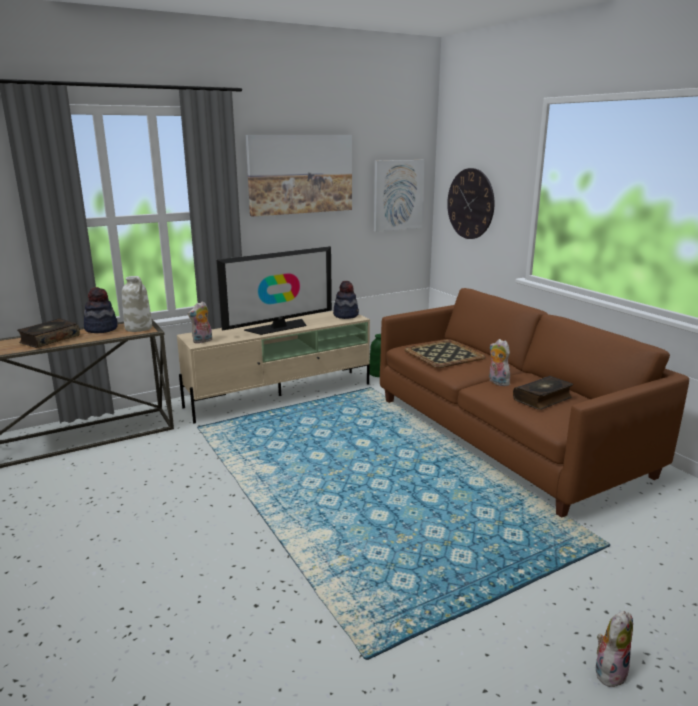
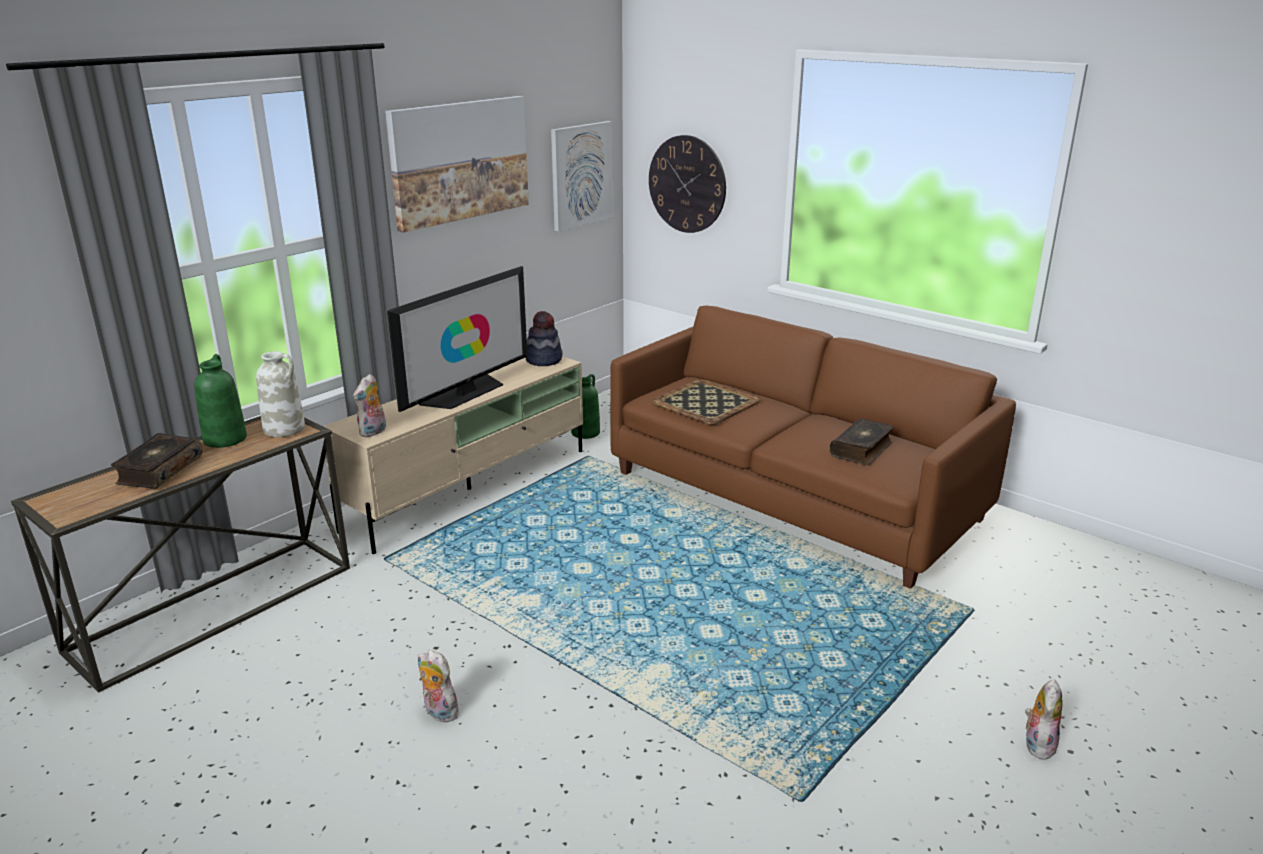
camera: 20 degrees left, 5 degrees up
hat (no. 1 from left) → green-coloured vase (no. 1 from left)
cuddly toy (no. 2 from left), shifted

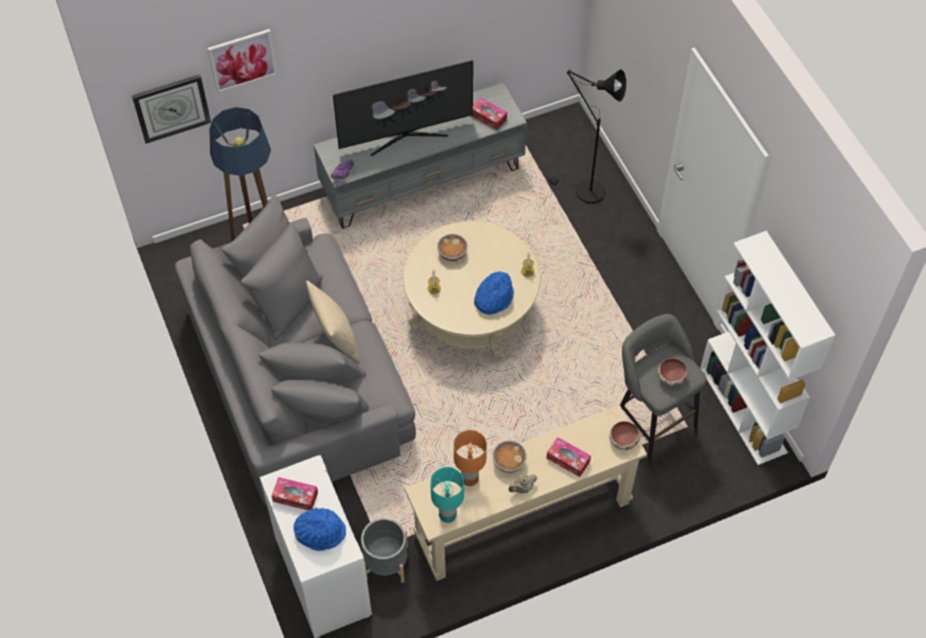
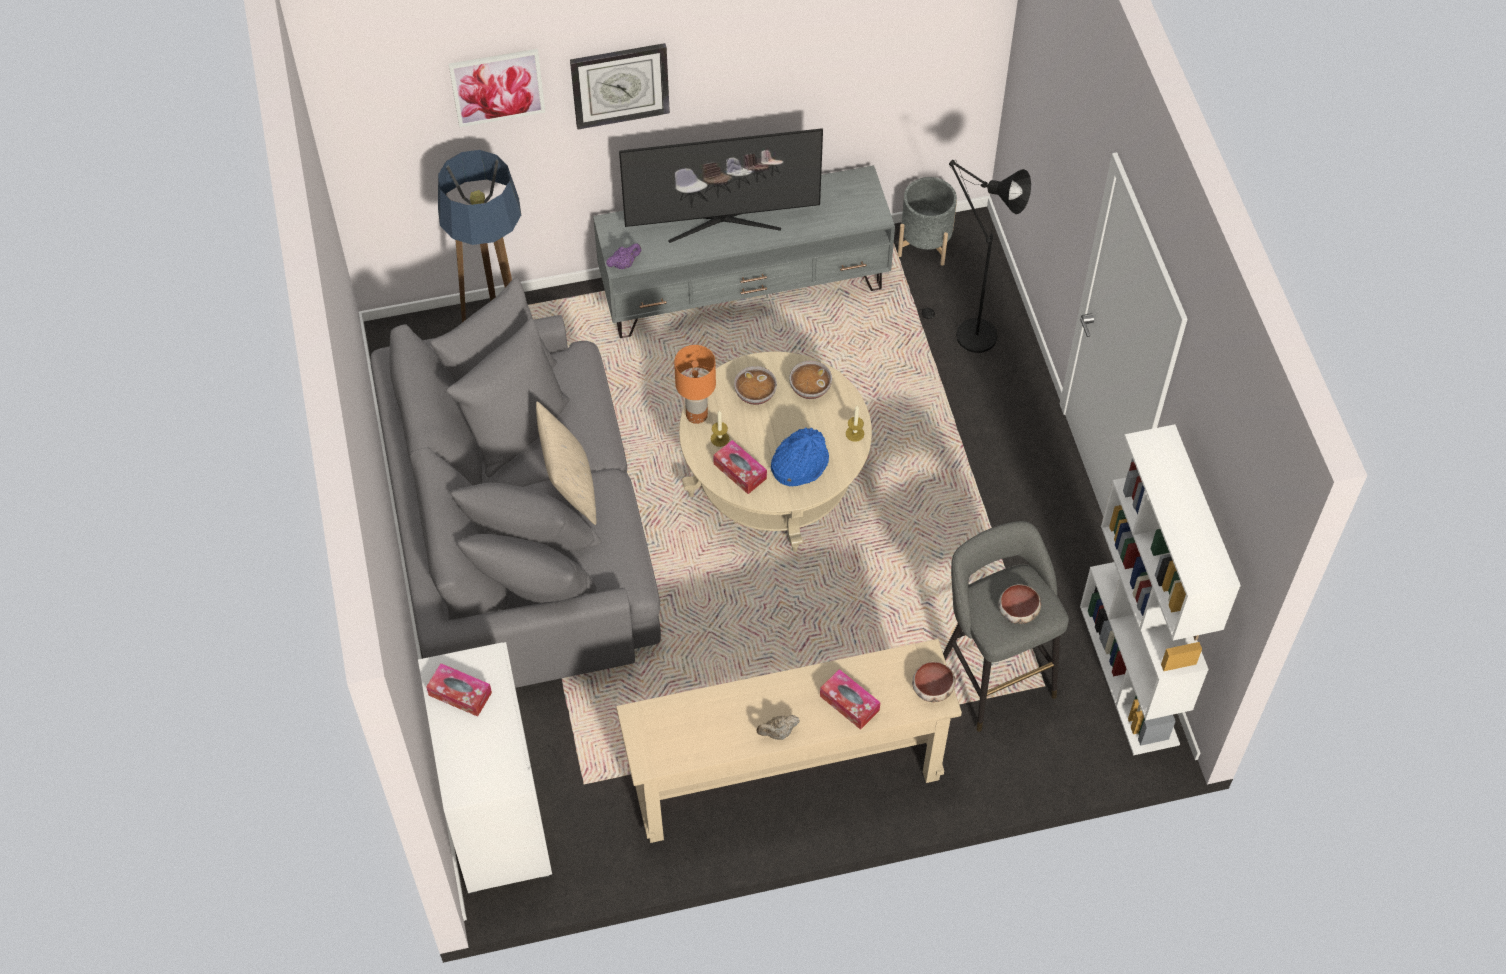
camera: 10 degrees right, 0 degrees up
wall clock, shifted
blue hat (no. 1 from left) → -
gray plant pot, shifted
turquoise lamp for a table → -
orangey lamp for a table, shifted
tissue box (no. 2 from left), shifted
serving bowl (no. 2 from left), shifted

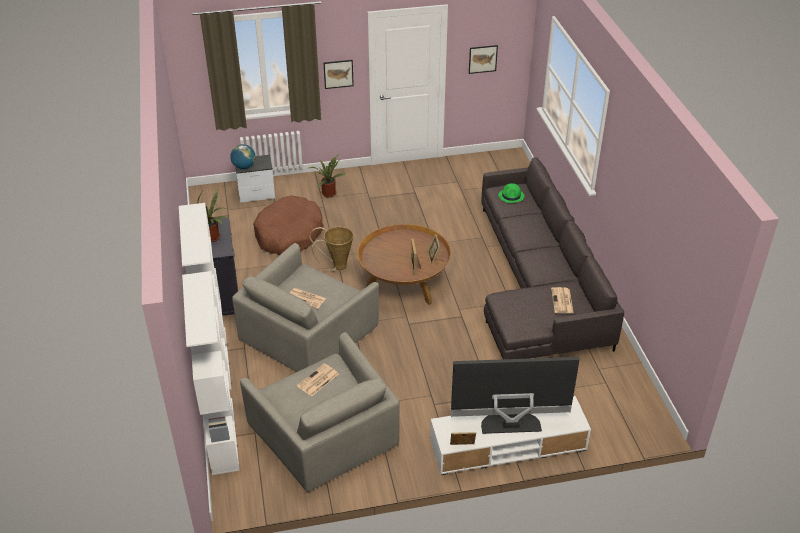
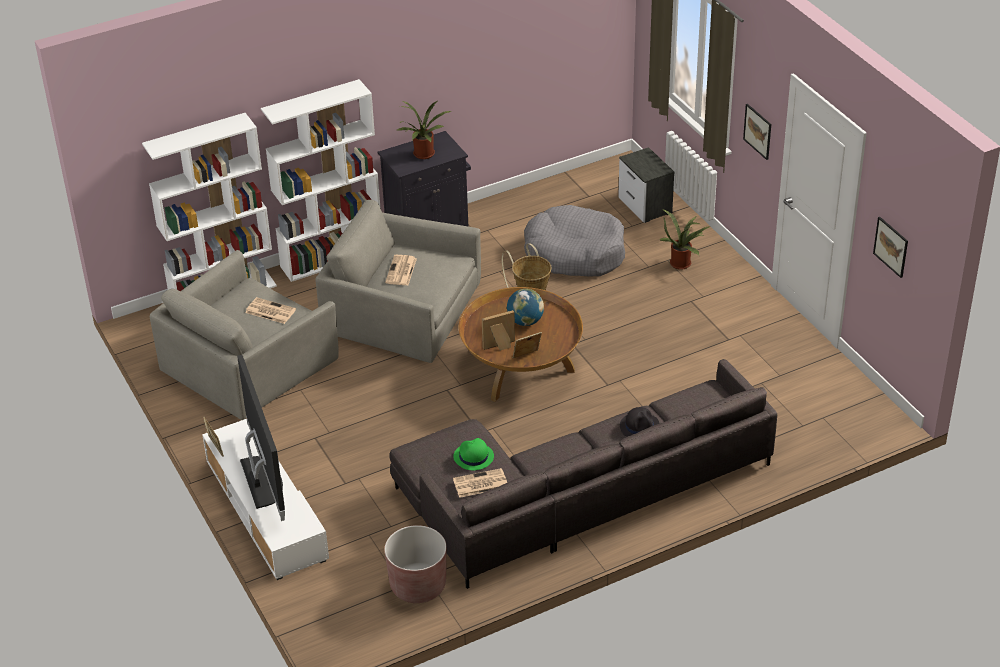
camera: 75 degrees right, 0 degrees up
desk globe, shifted
brownish pet bed → gray pet bed
green-coloured hat, shifted
- → brownish plant pot
- → blackish hat

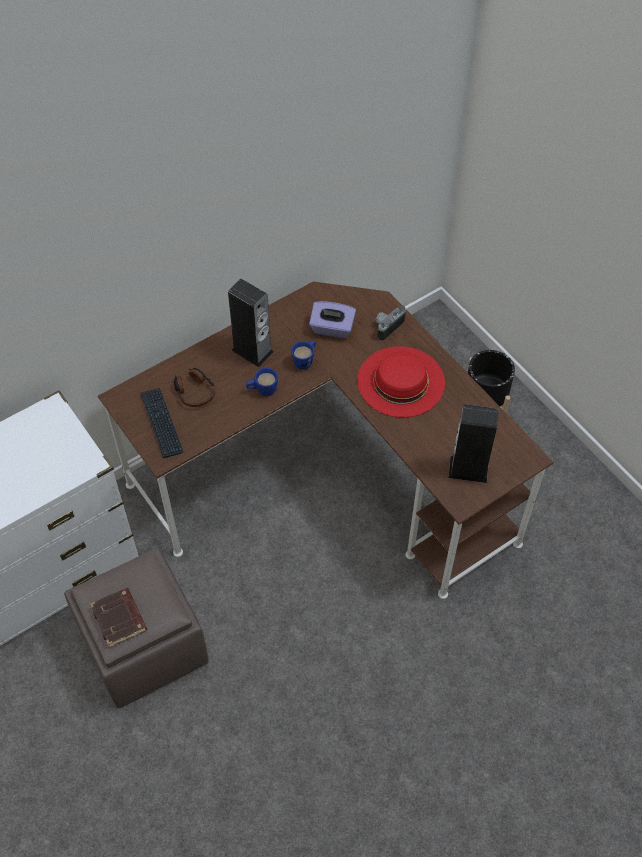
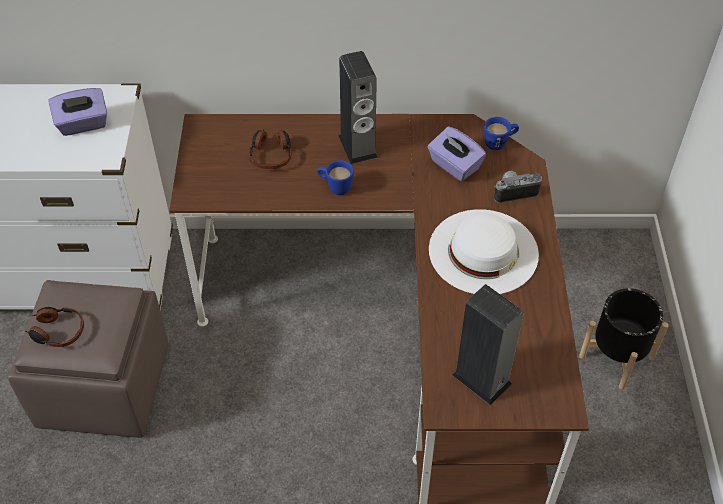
camera: 35 degrees right, 5 degrees down
brownish volume → pair of headphones (no. 1 from left)
computer keyboard → -
blue tea mug (no. 2 from left), shifted
red-coloured hat → white-coloured hat
- → purplish tissue box (no. 1 from left)

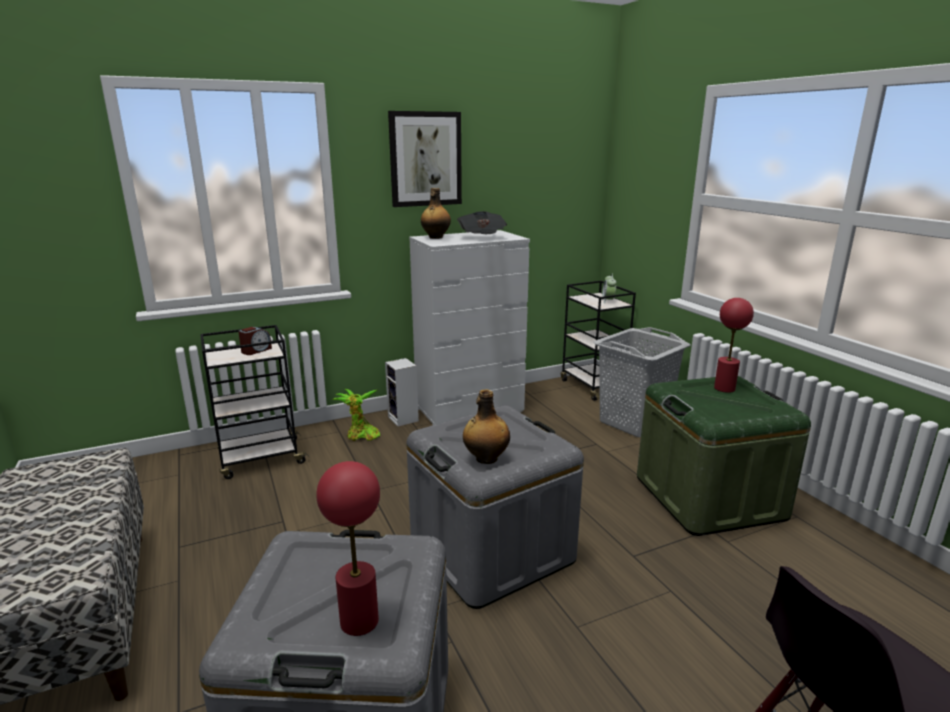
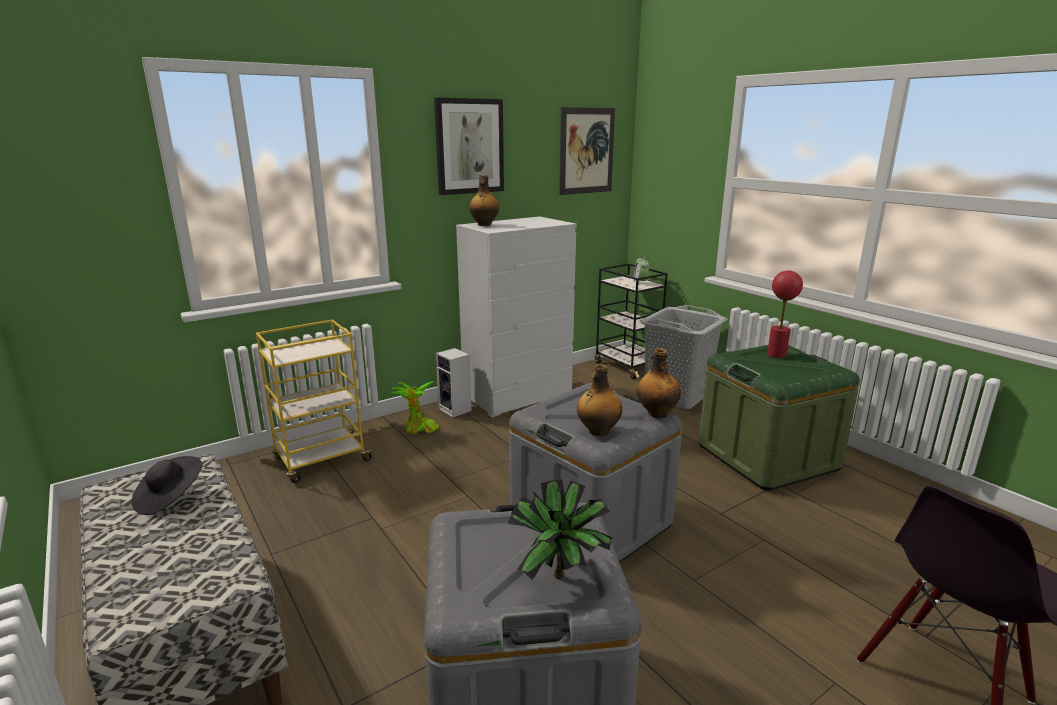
camera: 10 degrees left, 0 degrees up
blackish wheeled cart (no. 1 from left) → yellow-coloured wheeled cart
table clock (no. 1 from left) → -
red-coloured lamp for a table (no. 1 from left) → plant in a pot (no. 2 from left)
printed paper → -
- → blackish hat
- → wall picture (no. 2 from left)
- → drink bottle (no. 3 from left)

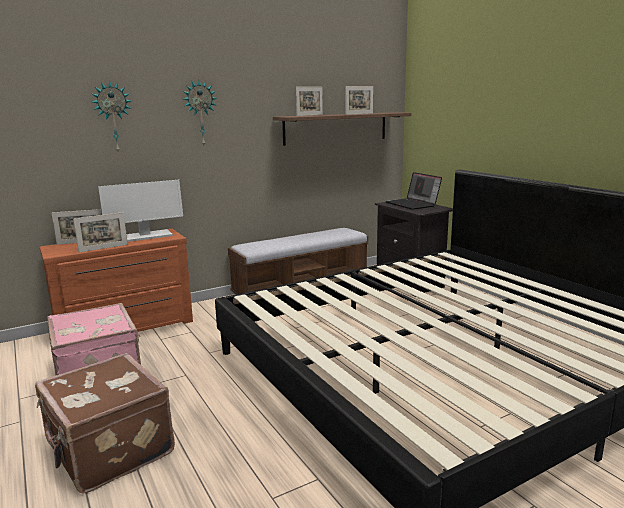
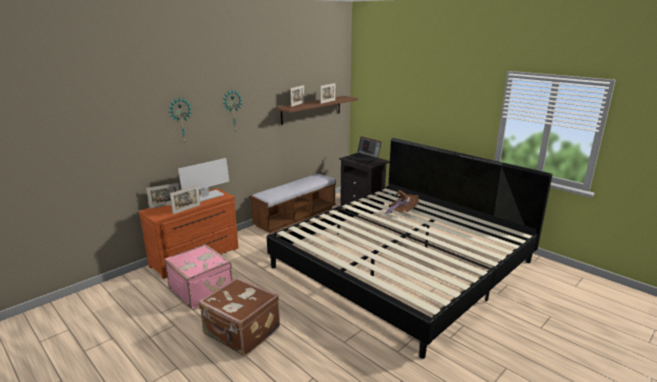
camera: 15 degrees left, 5 degrees up
- → brownish hat

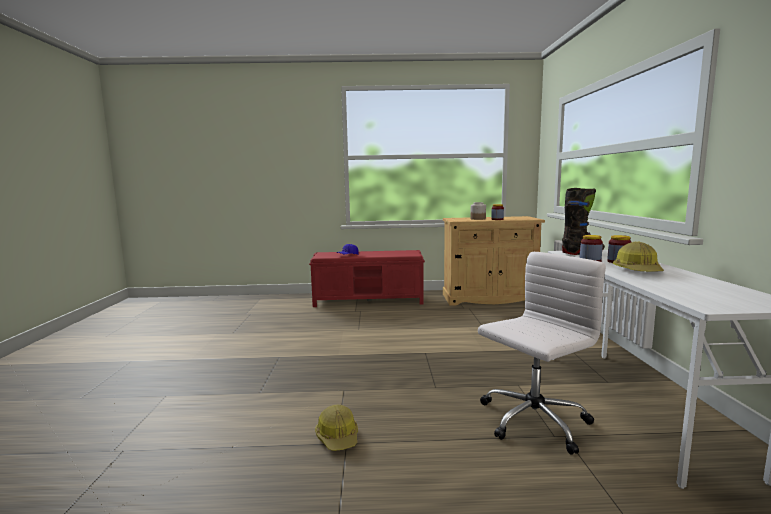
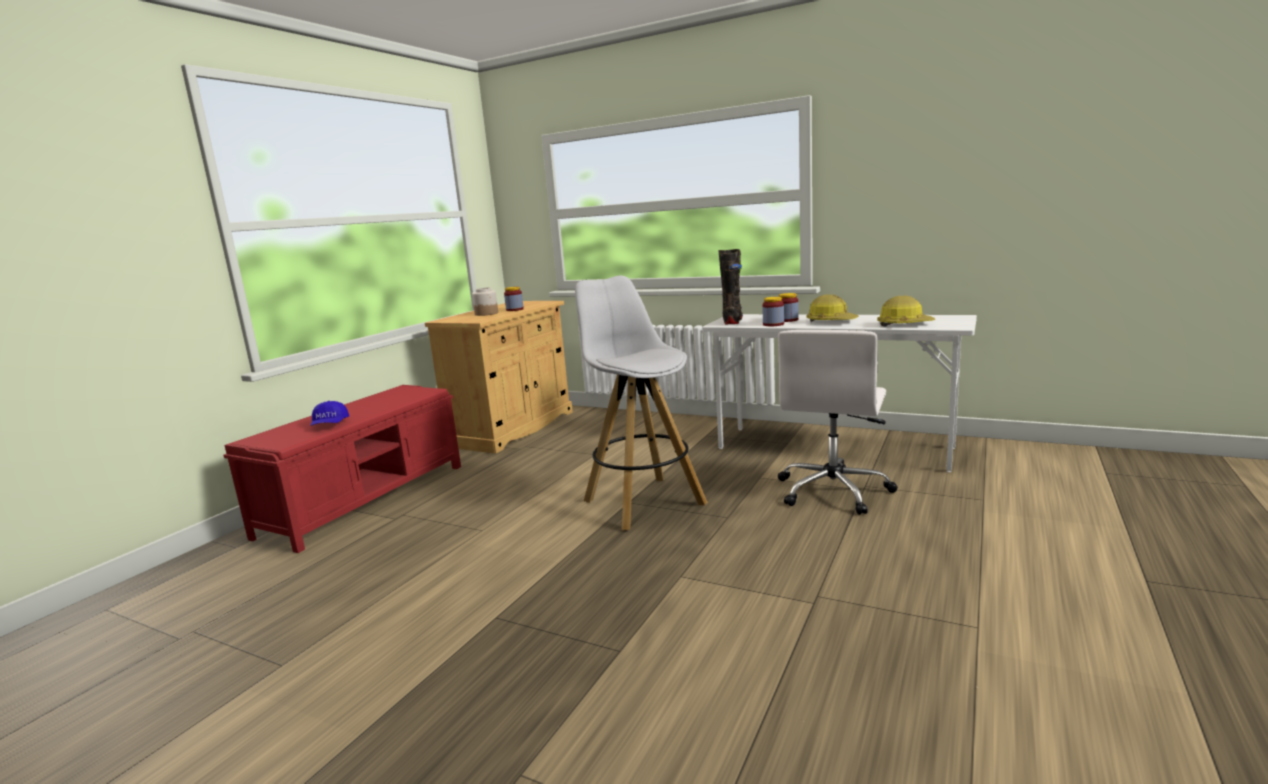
camera: 60 degrees left, 5 degrees up
safety helmet (no. 1 from left in the first image) → safety helmet (no. 2 from left), shifted
white-coloured desk chair, 150 degrees counterclockwise
- → white-coloured stool seat

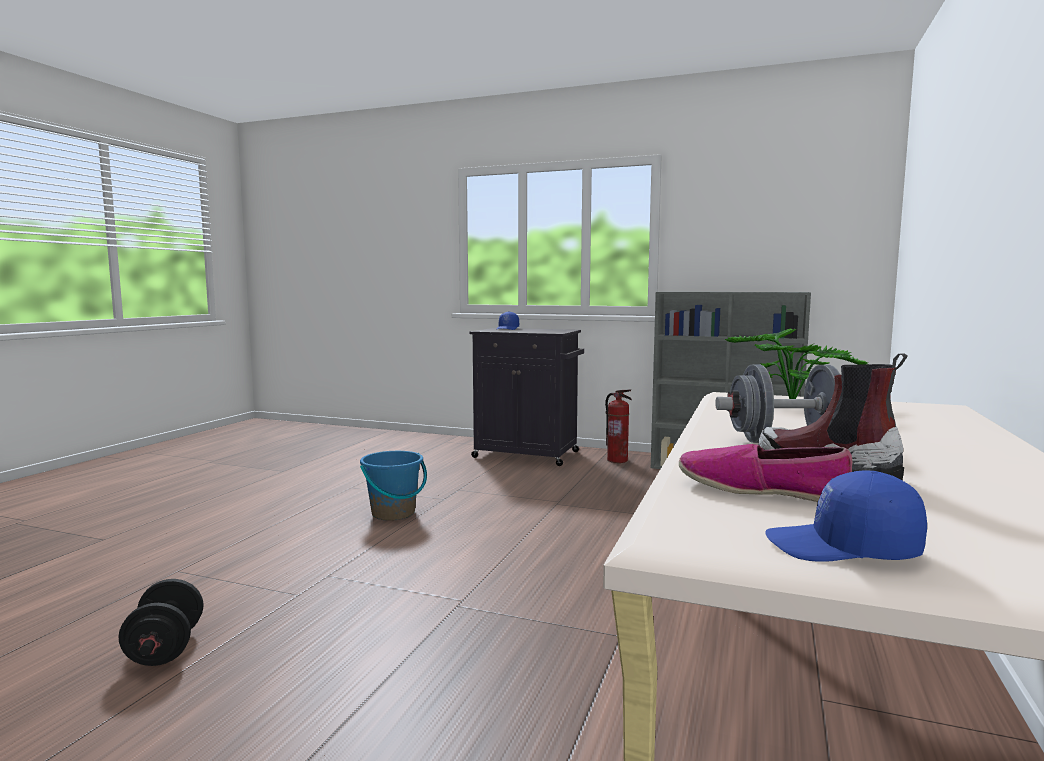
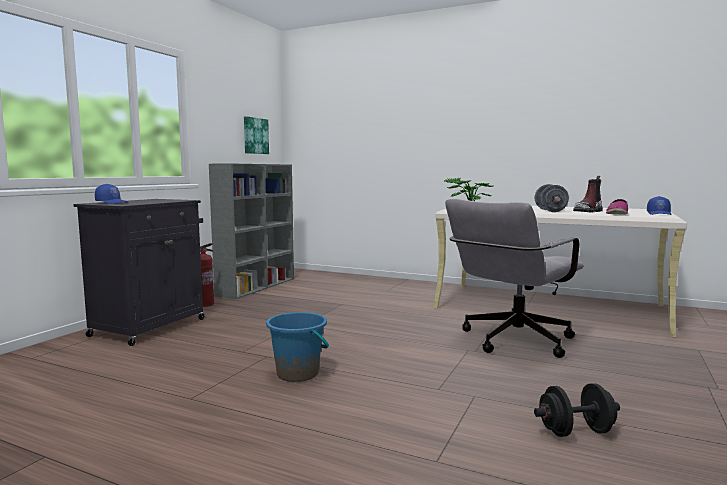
camera: 85 degrees left, 0 degrees up
- → wall picture
- → gray desk chair

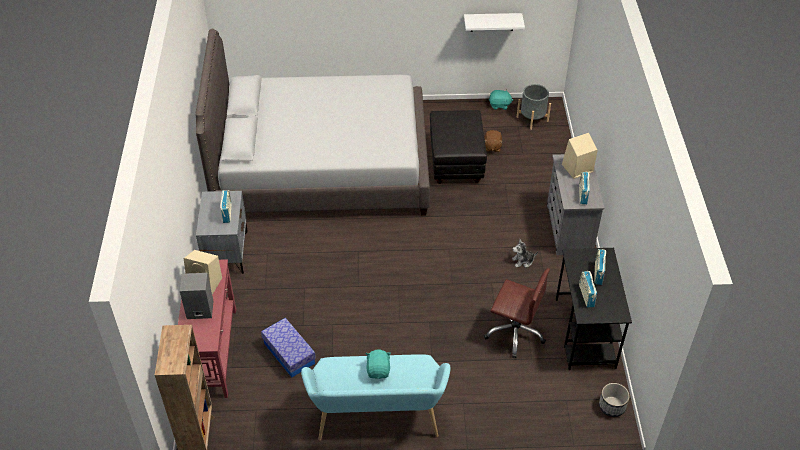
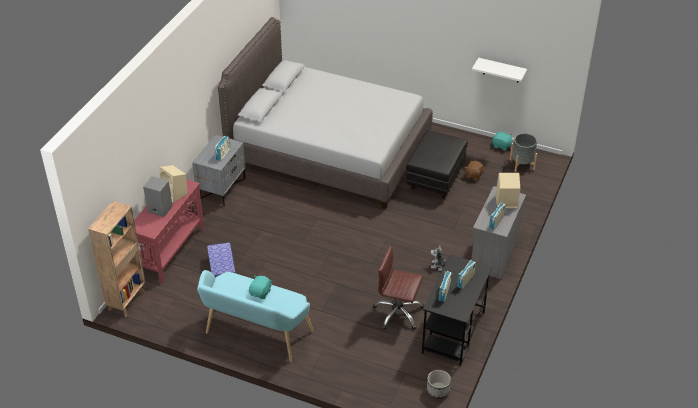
camera: 25 degrees right, 5 degrees down
brownish desk chair, 150 degrees clockwise

